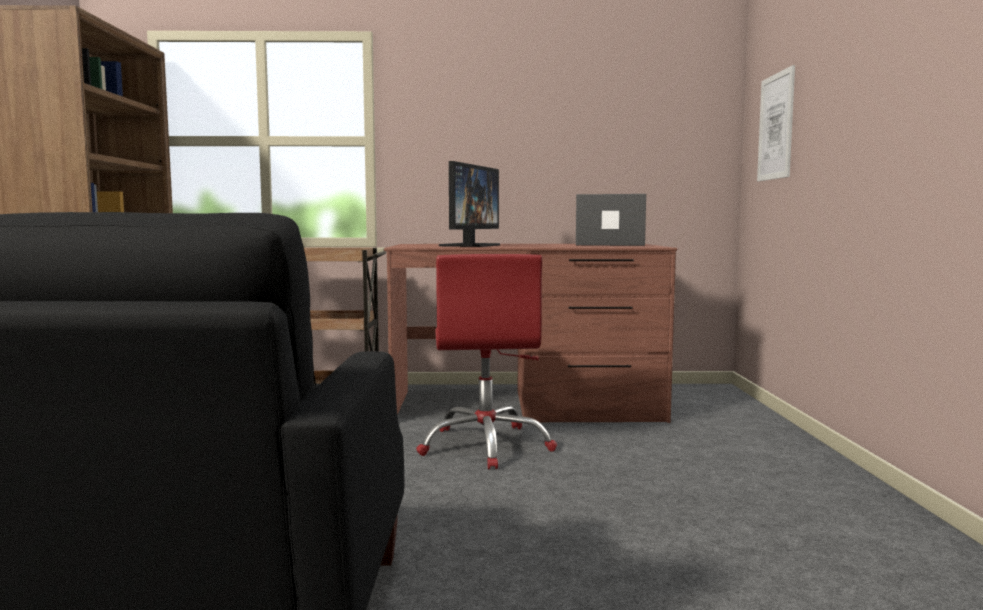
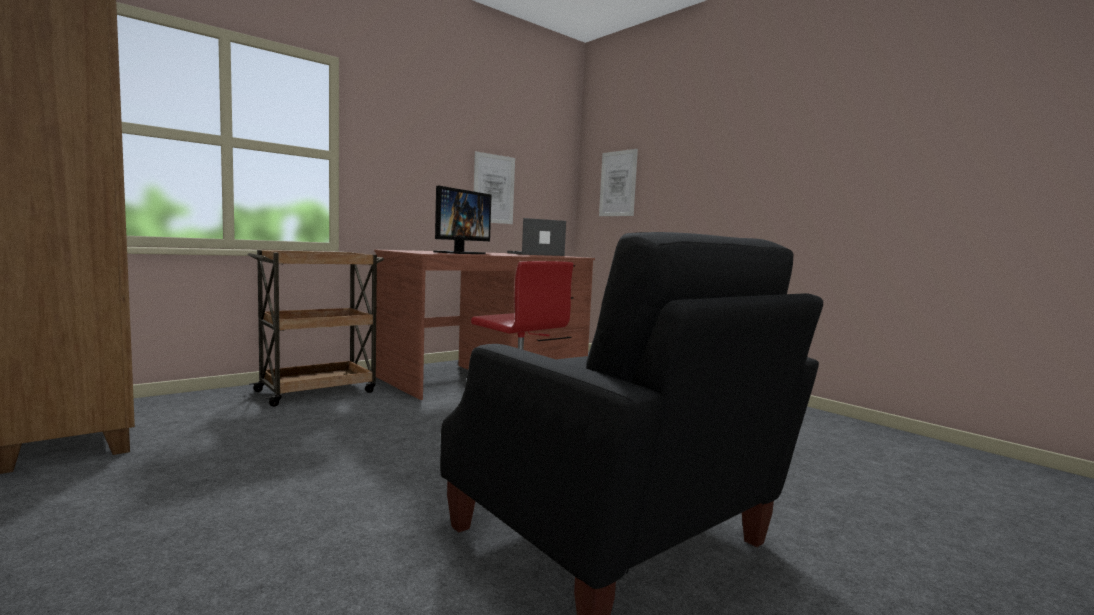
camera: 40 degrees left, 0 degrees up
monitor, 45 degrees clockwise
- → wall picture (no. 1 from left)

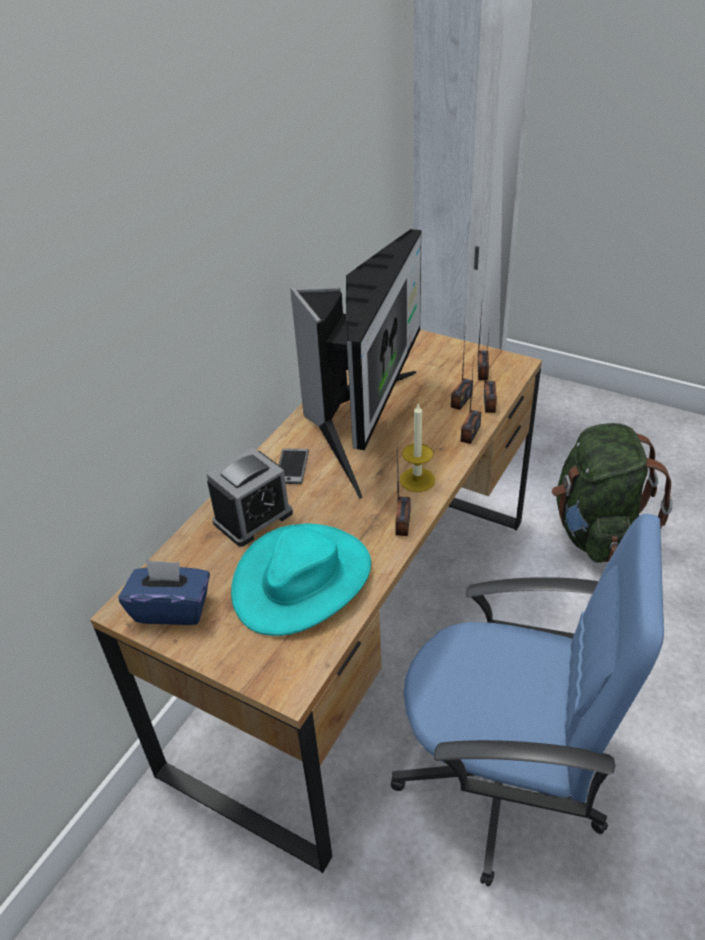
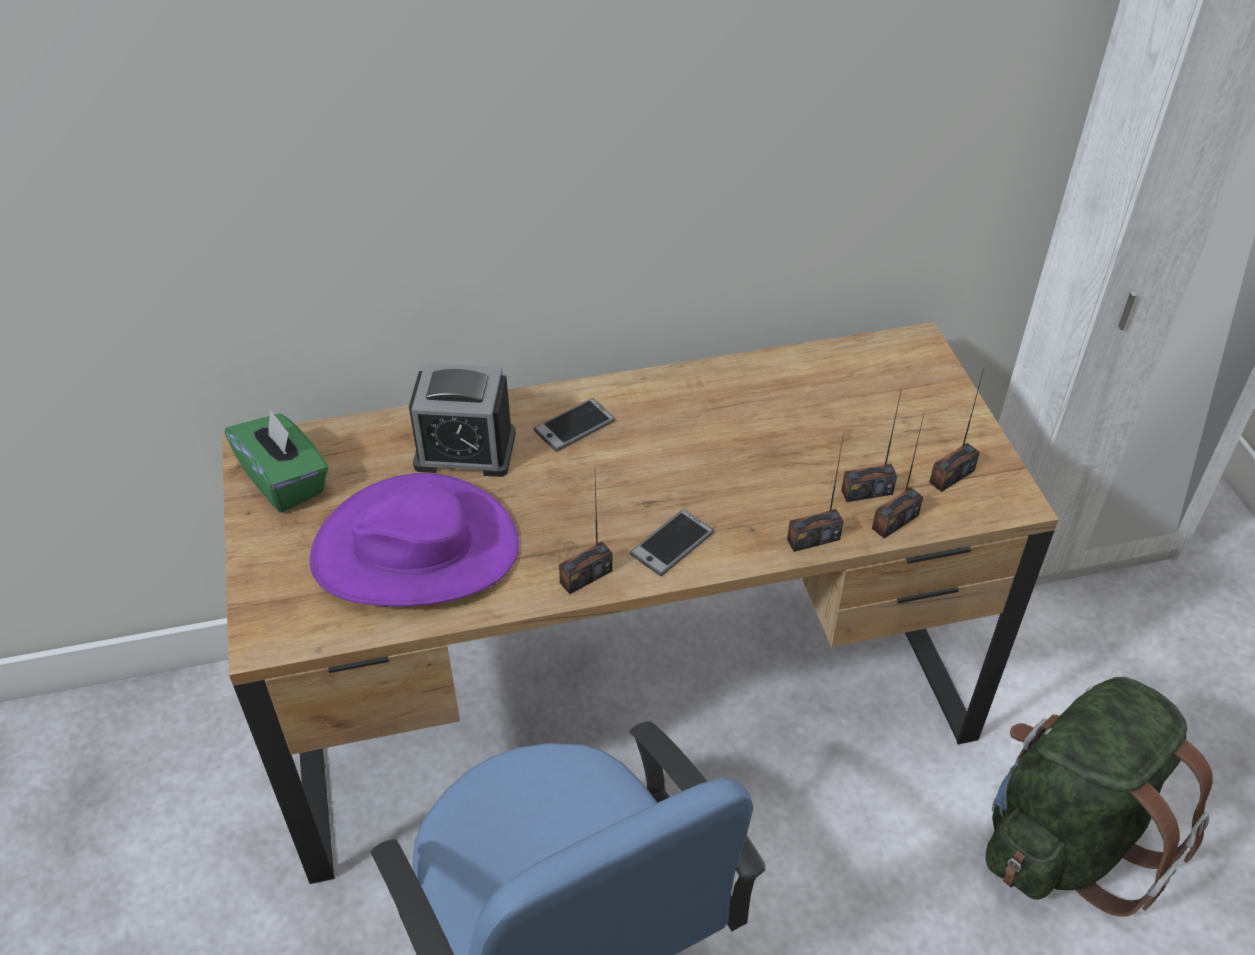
camera: 45 degrees right, 5 degrees up
blue tissue box → green-coloured tissue box
turquoise hat → purplish hat
monitor → -
candle → phone (no. 2 from left)

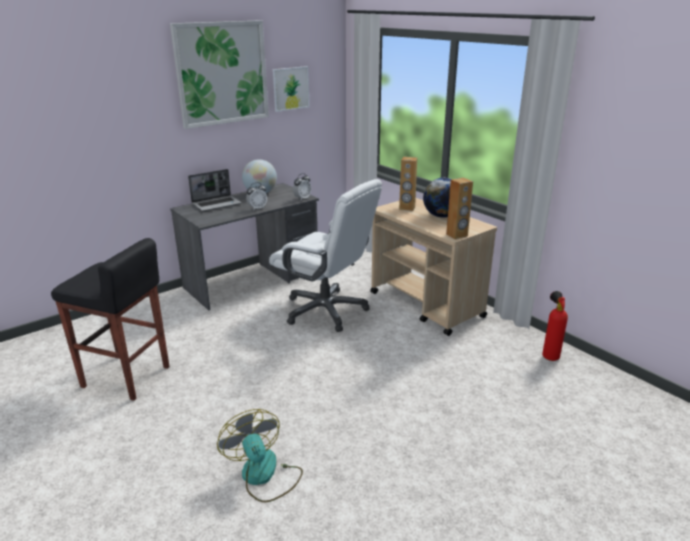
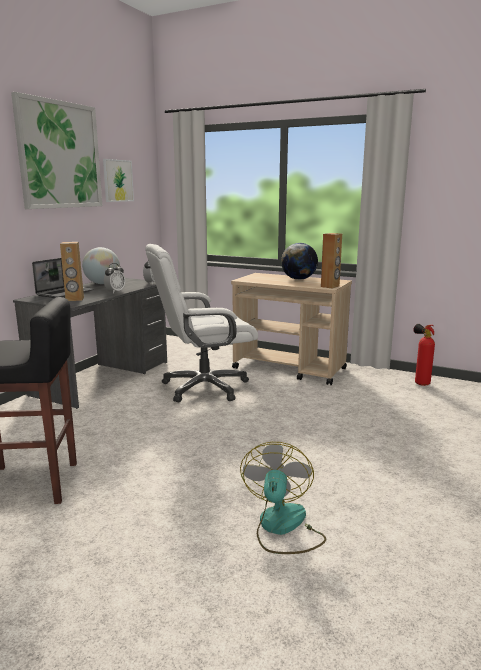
camera: 25 degrees left, 10 degrees down
fan, 60 degrees clockwise
white-coloured desk chair, 150 degrees clockwise
brownish loudspeaker (no. 1 from left), shifted

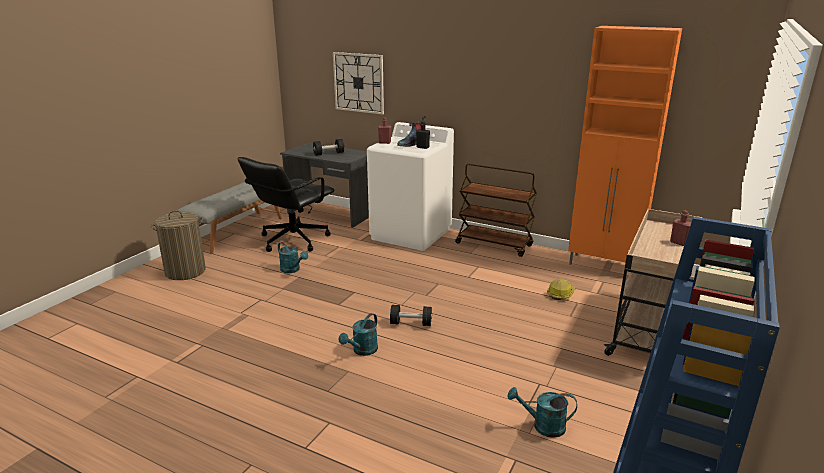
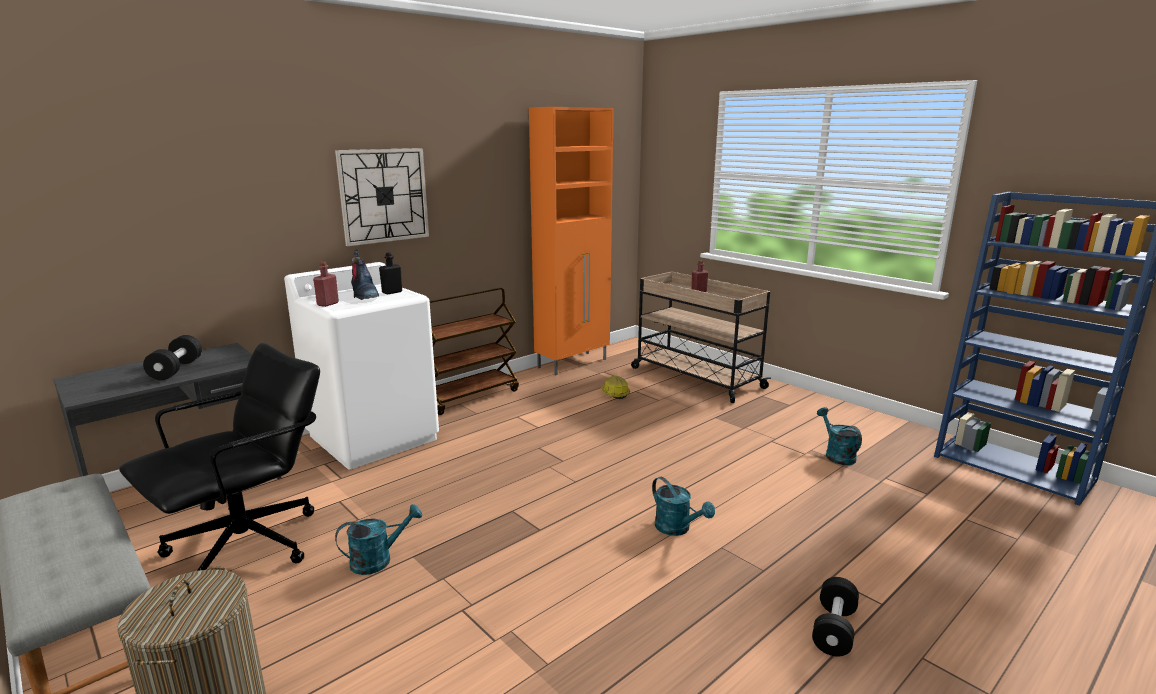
camera: 70 degrees left, 5 degrees down
blackish desk chair, 105 degrees counterclockwise
wall clock, shifted
blackish free weight (no. 2 from left), shifted
turquoise sprinkling can (no. 3 from left), 135 degrees clockwise

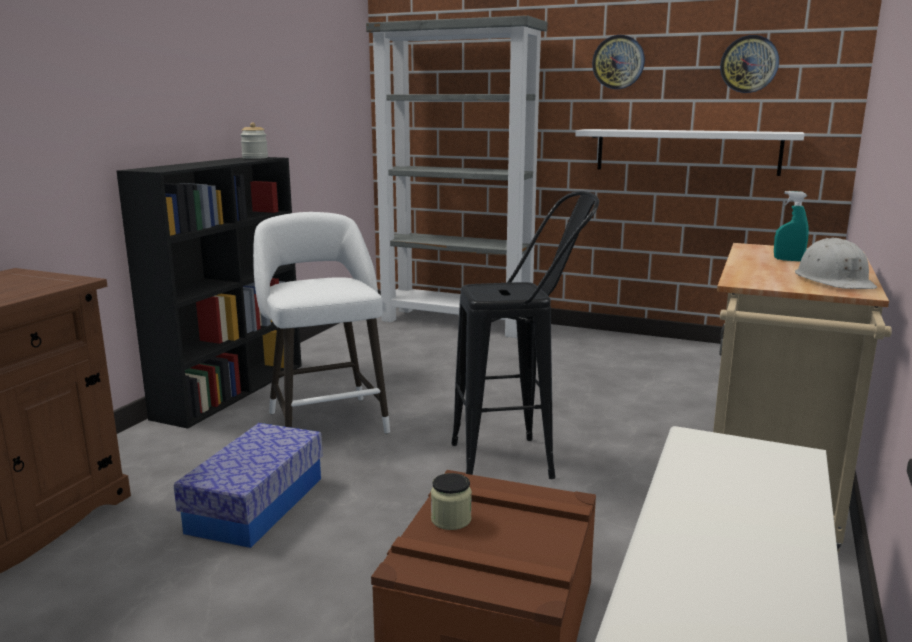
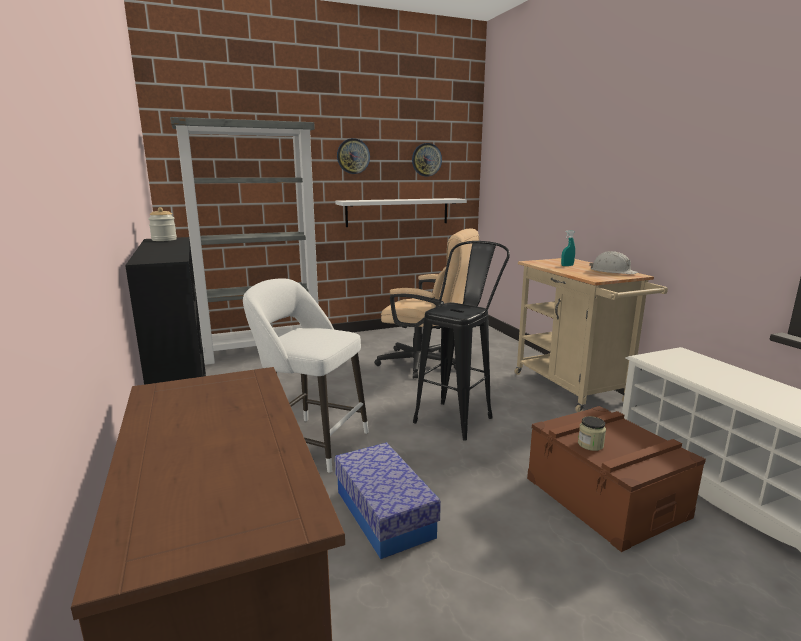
camera: 45 degrees left, 0 degrees up
- → sand-coloured desk chair

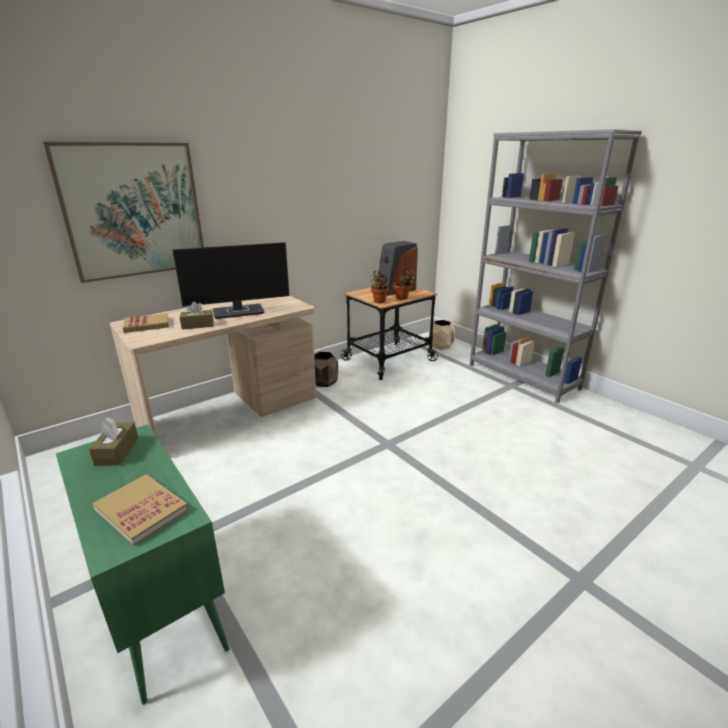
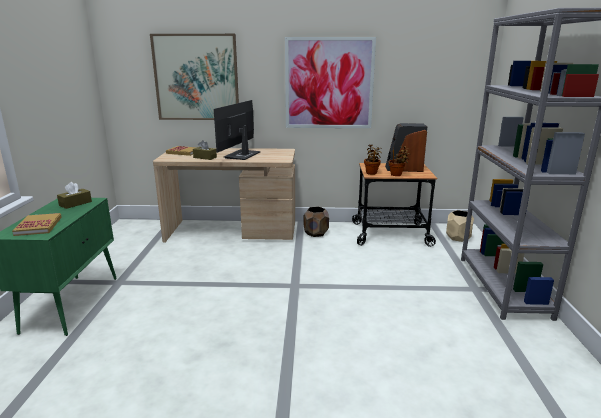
camera: 40 degrees right, 5 degrees down
monitor, 90 degrees clockwise
- → wall picture (no. 2 from left)

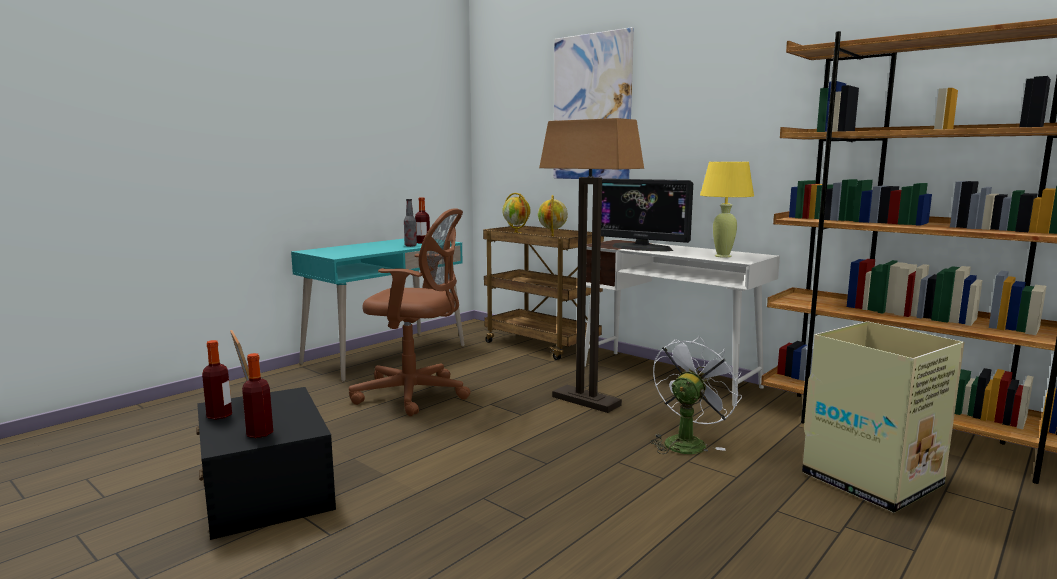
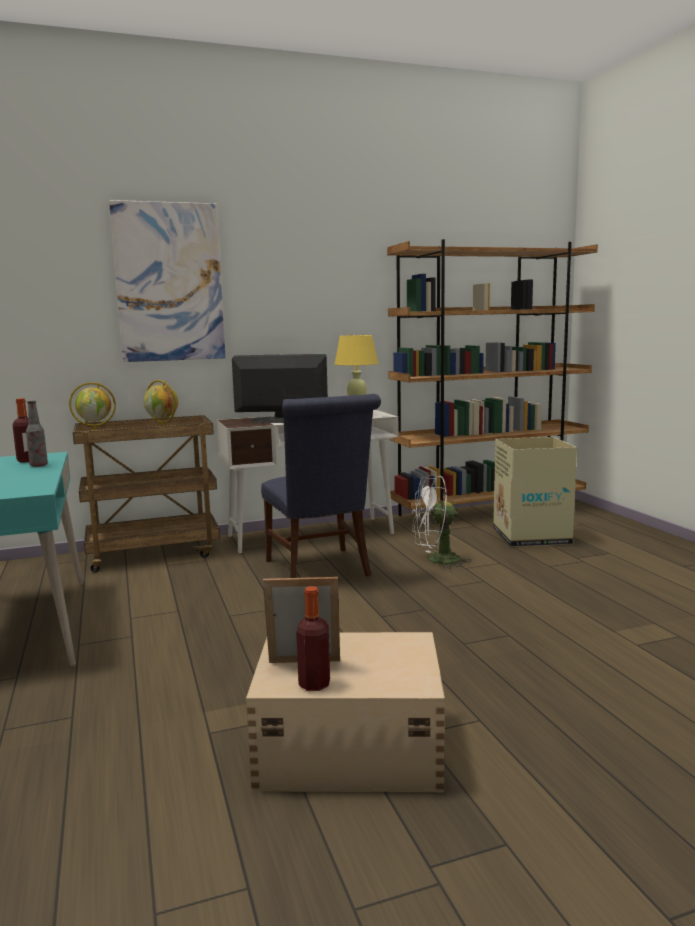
camera: 60 degrees left, 0 degrees up
blackish storage bin → sand-coloured storage bin
drink bottle (no. 2 from left) → -
brownish desk chair → -
standing lamp → blue plain chair
monitor, 150 degrees counterclockwise
white-coloured fan, 75 degrees counterclockwise

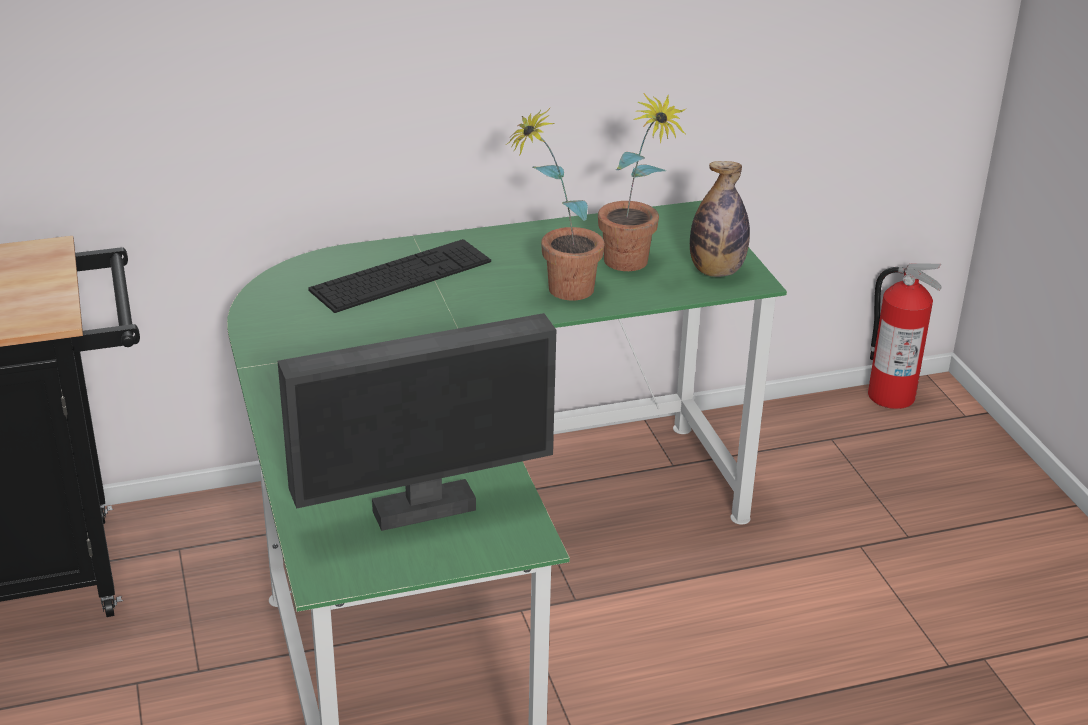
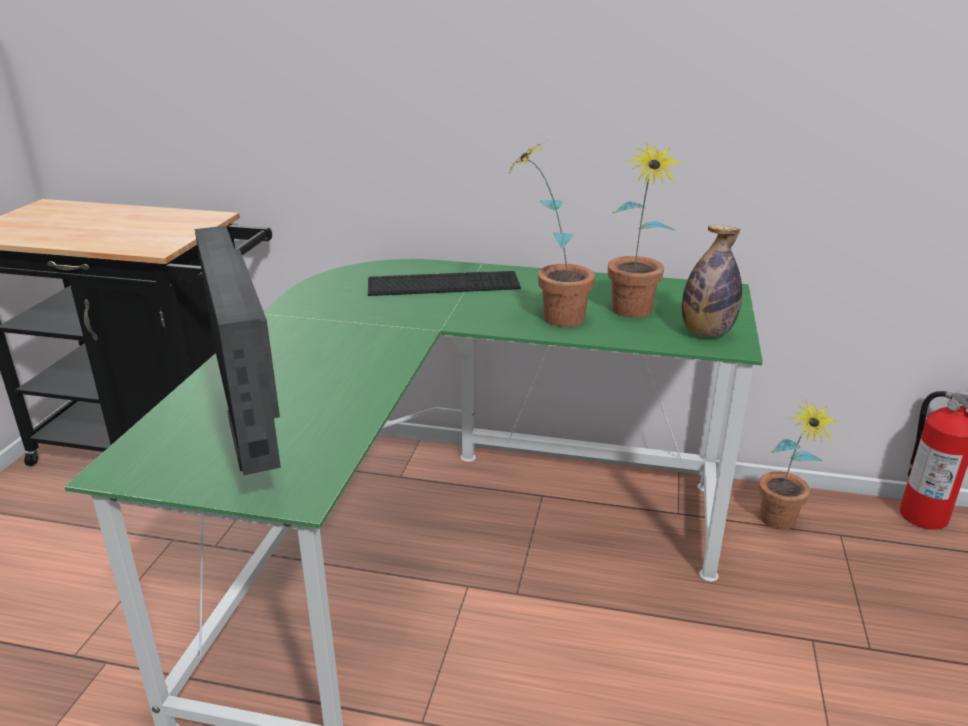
camera: 30 degrees right, 5 degrees down
monitor, 60 degrees clockwise
- → plant in a pot (no. 3 from left)

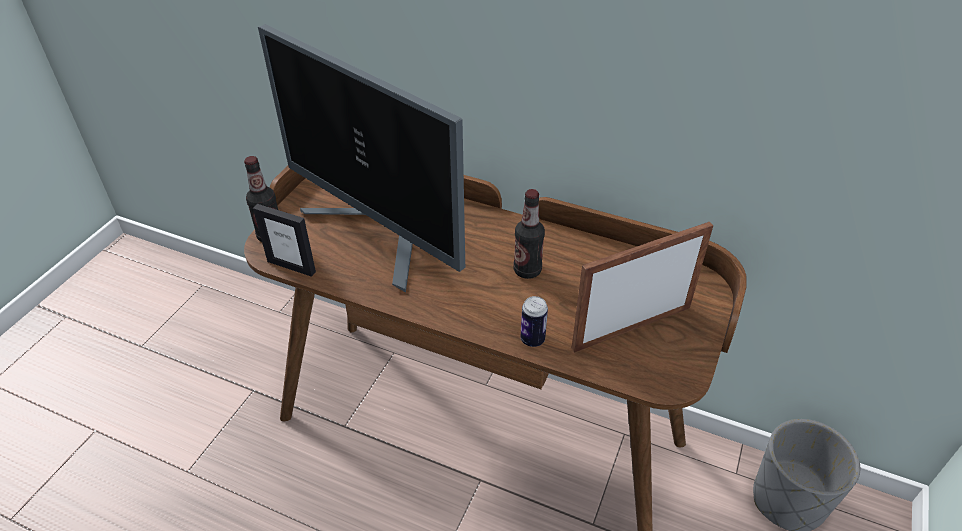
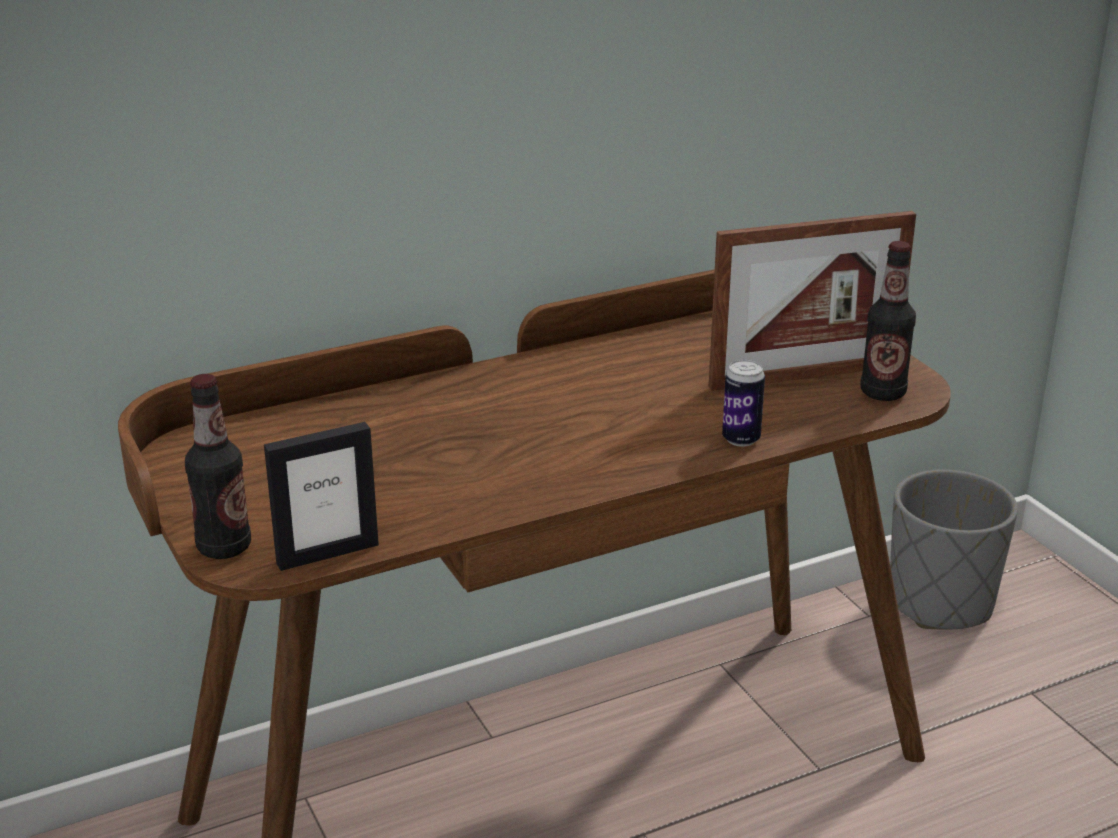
camera: 50 degrees left, 15 degrees down
monitor → -
drink bottle (no. 2 from left), shifted
picture frame (no. 2 from left), 120 degrees counterclockwise

